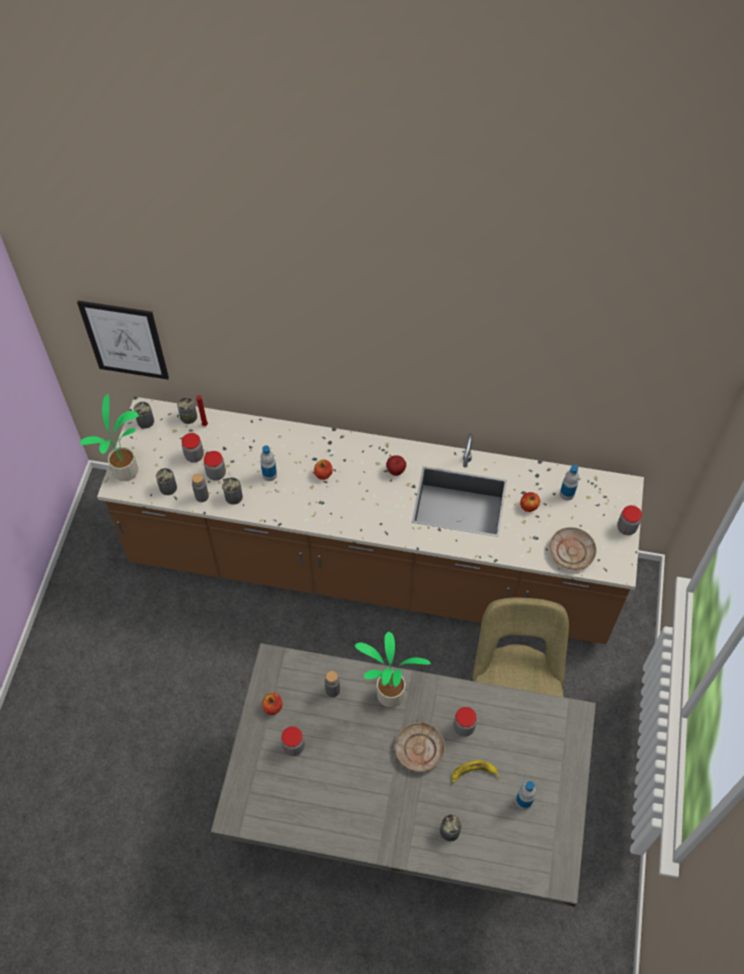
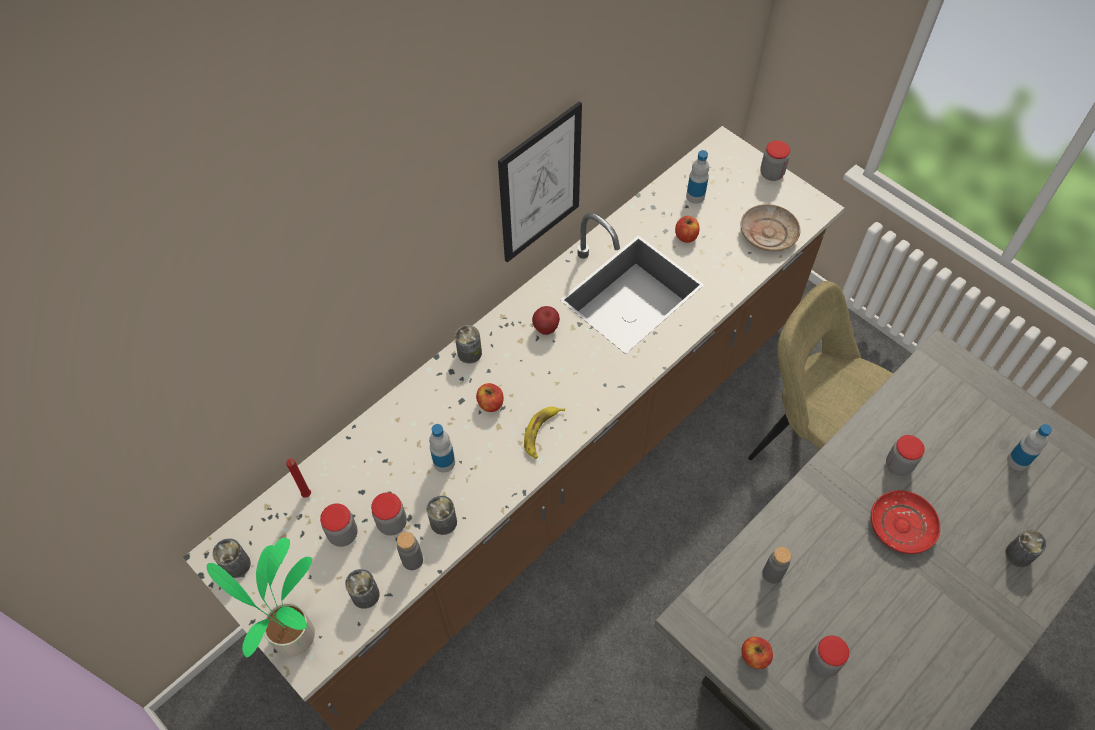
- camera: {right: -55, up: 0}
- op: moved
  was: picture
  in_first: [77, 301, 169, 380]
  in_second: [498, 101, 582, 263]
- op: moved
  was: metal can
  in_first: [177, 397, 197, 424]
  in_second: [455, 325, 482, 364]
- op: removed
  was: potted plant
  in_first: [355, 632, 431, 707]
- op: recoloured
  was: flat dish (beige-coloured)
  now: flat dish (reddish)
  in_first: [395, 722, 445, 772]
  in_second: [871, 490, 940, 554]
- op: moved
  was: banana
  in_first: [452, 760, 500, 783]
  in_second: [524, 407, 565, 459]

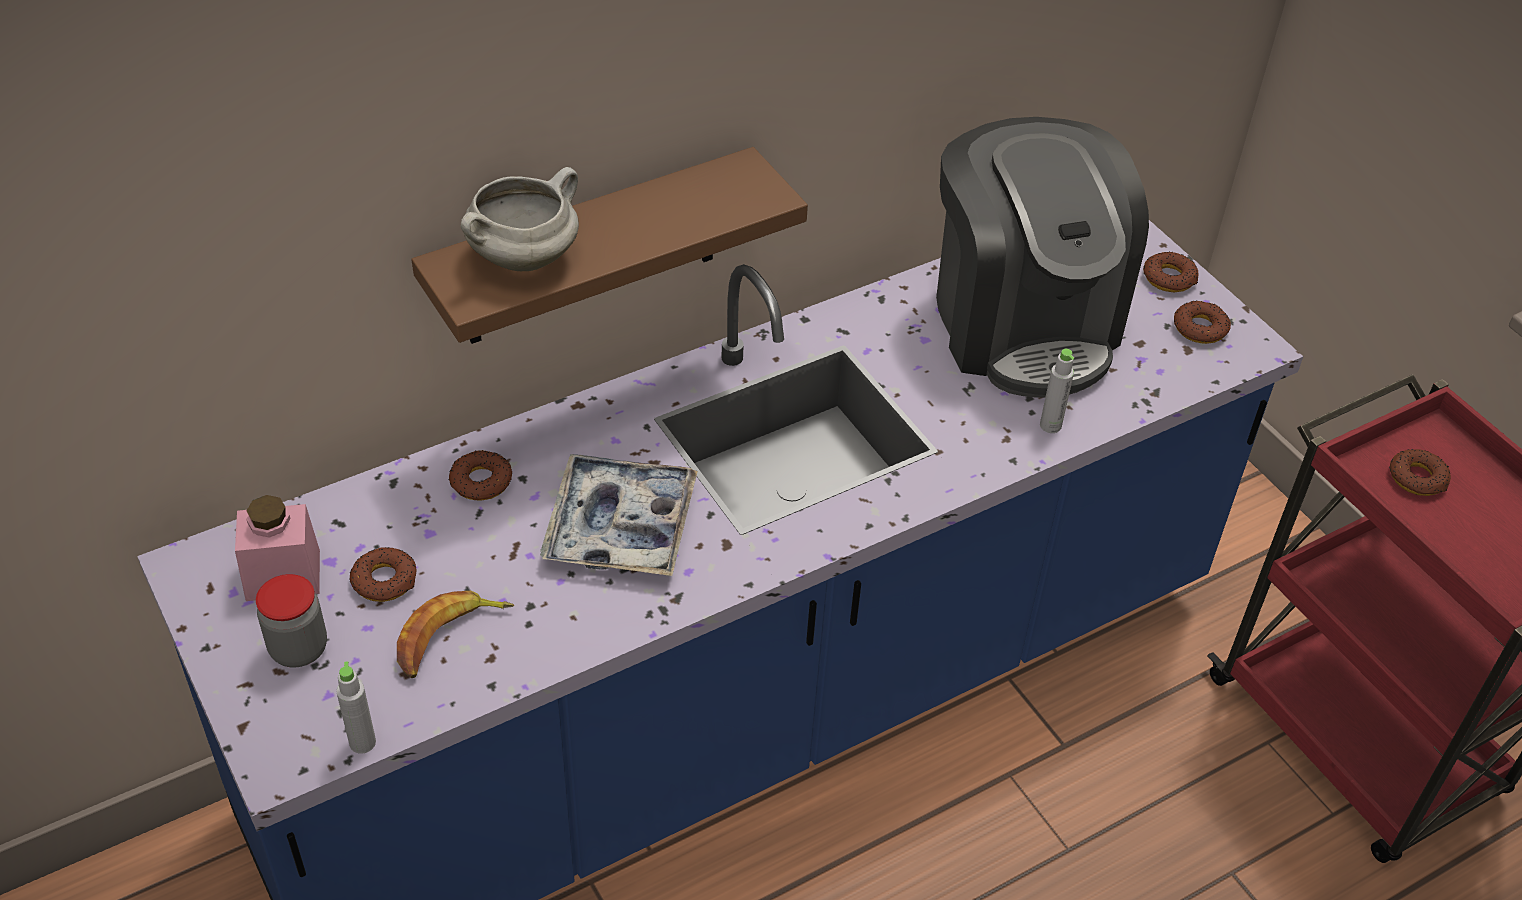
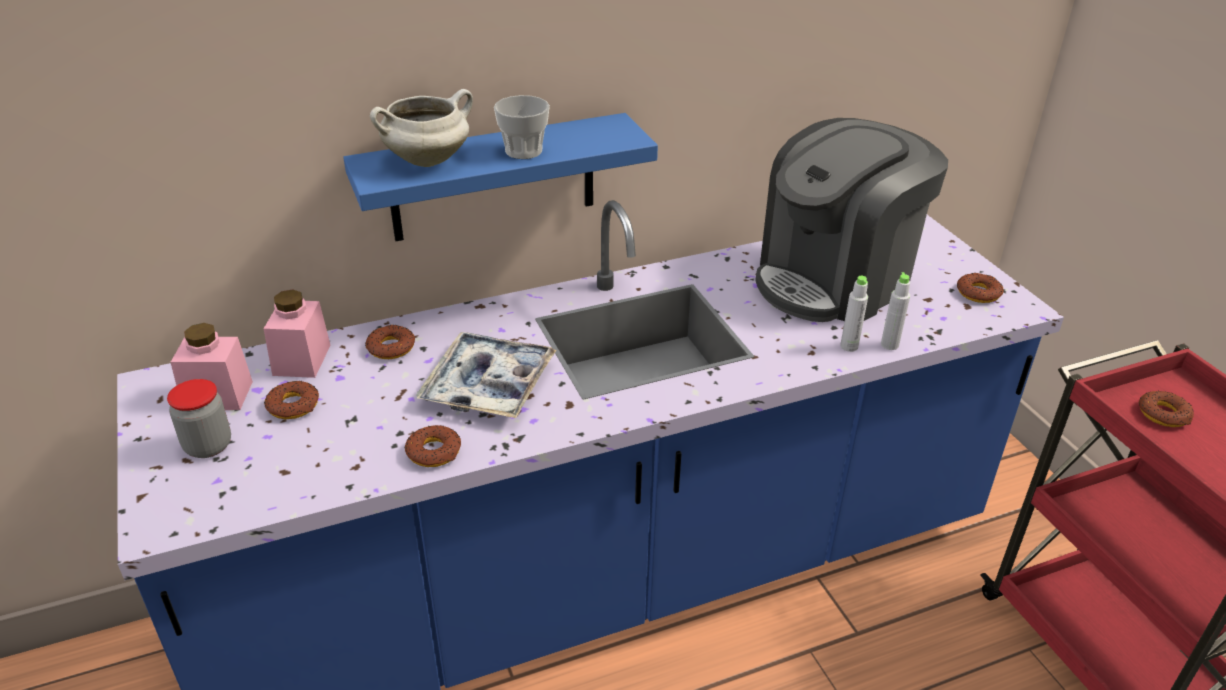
- camera: {right: 10, up: -10}
- op: moved
  was: drink bottle (greyish)
  in_first: [336, 661, 376, 754]
  in_second: [881, 272, 910, 350]
- op: removed
  was: banana
  in_first: [397, 591, 514, 678]
- op: recoloured
  was: shelf (brown-coloured)
  now: shelf (blue-coloured)
  in_first: [411, 147, 808, 344]
  in_second: [343, 113, 658, 241]
- op: turned
  was: coffee brewer
  in_first: [936, 117, 1149, 398]
  in_second: [755, 118, 948, 322]
  clockwise: 60
- op: moved
  was: donut
  in_first: [1143, 252, 1198, 292]
  in_second: [405, 425, 461, 467]
- op: added
  now: preserve jar (pink-coloured)
  in_second: [264, 289, 330, 378]
- op: added
  now: small cup
  in_second: [494, 95, 550, 159]

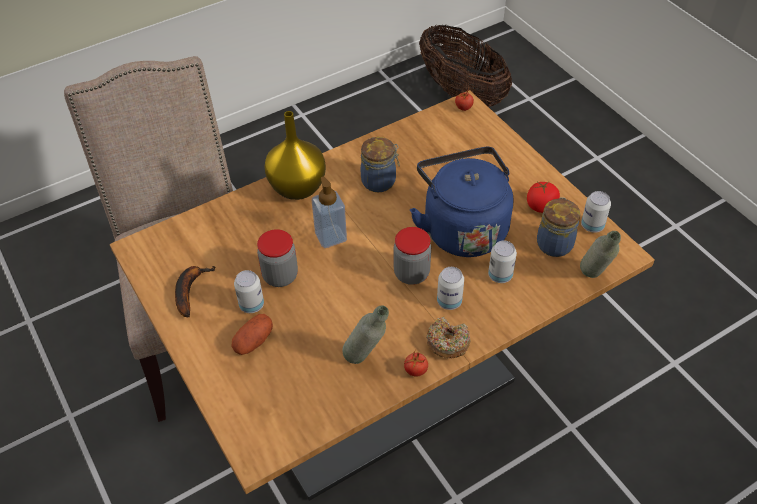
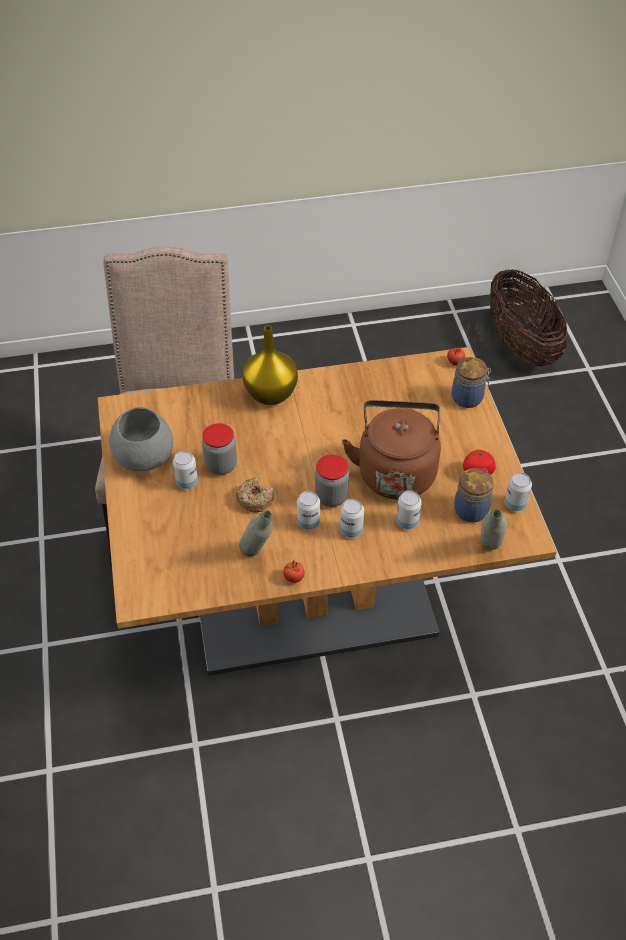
- camera: {right: 20, up: 0}
- op: replaced
  was: banana
  now: serving bowl (greyish)
  in_first: [175, 266, 216, 317]
  in_second: [109, 407, 173, 471]
- op: removed
  was: spud
  in_first: [231, 314, 273, 355]
- op: removed
  was: soap dispenser
  in_first: [312, 176, 347, 248]
- op: moved
  was: preserve jar
  in_first: [361, 137, 399, 193]
  in_second: [451, 357, 491, 408]
- op: recoloured
  was: tea kettle (blue-coloured)
  now: tea kettle (brown-coloured)
  in_first: [410, 147, 513, 257]
  in_second: [342, 400, 441, 500]
- op: moved
  was: donut
  in_first: [426, 317, 470, 358]
  in_second: [236, 477, 274, 512]
- op: added
  now: metal can
  in_second: [297, 491, 320, 530]

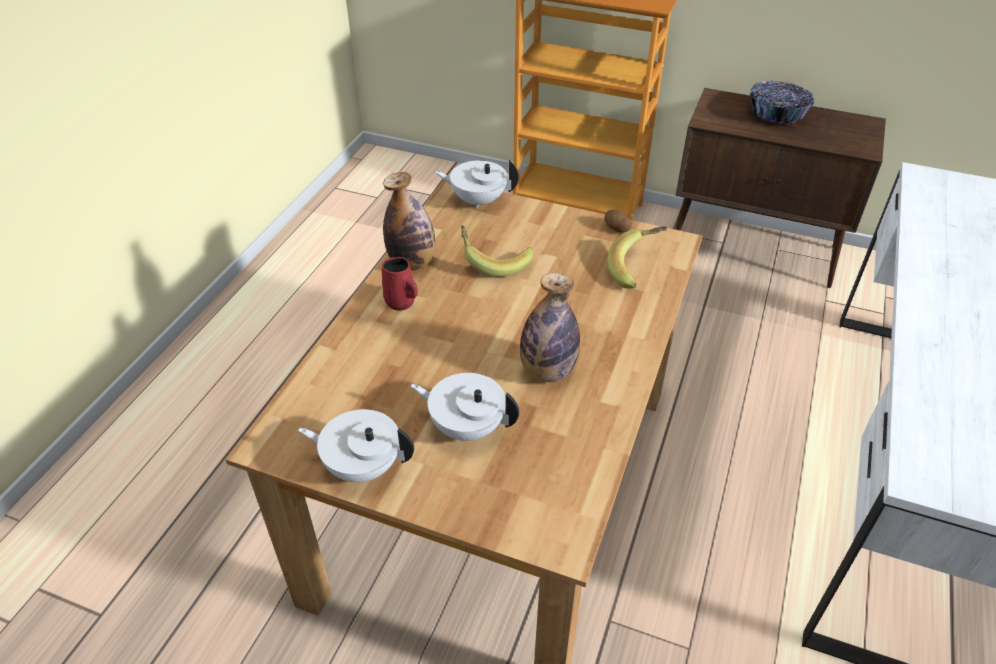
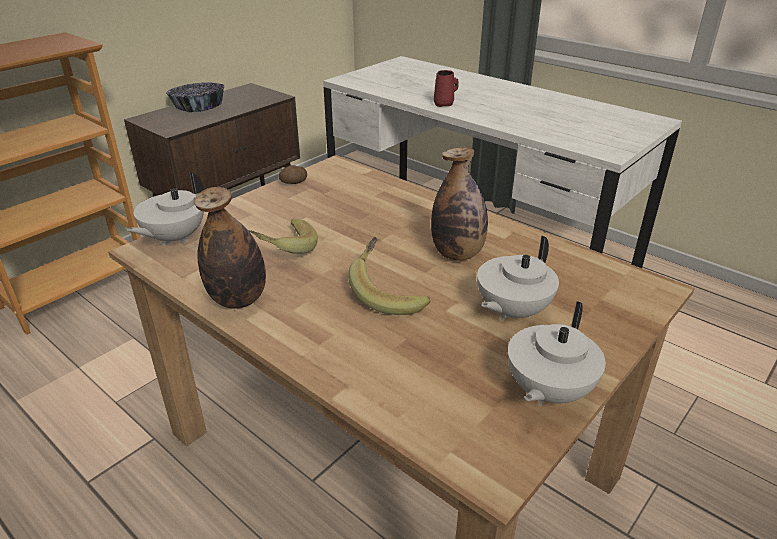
- camera: {right: -70, up: -10}
- op: moved
  was: mug (reddish)
  in_first: [382, 257, 418, 311]
  in_second: [434, 70, 459, 107]
- op: moved
  was: banana
  in_first: [607, 226, 667, 289]
  in_second: [348, 237, 430, 315]

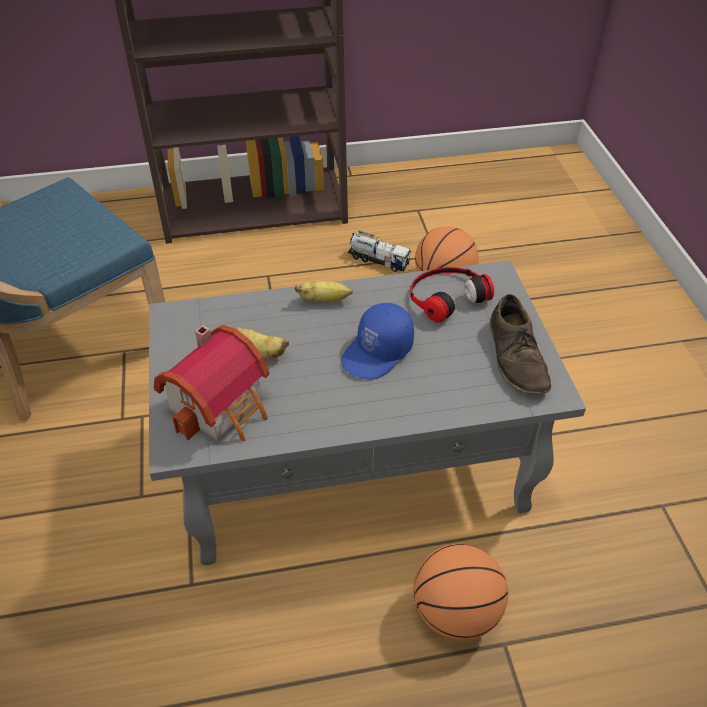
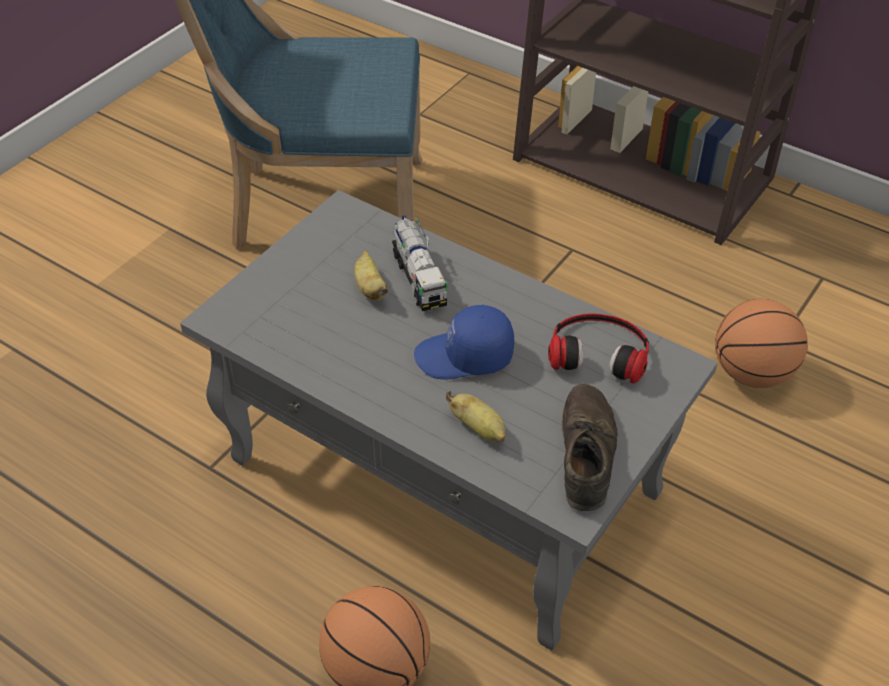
- camera: {right: 45, up: 0}
- op: removed
  was: model house
  in_first: [154, 325, 269, 442]
- op: moved
  was: banana
  in_first: [295, 281, 353, 302]
  in_second: [446, 391, 506, 442]
- op: moved
  was: model truck
  in_first: [348, 230, 411, 272]
  in_second: [392, 215, 448, 311]
- op: turned
  was: shoe (brown-coloured)
  in_first: [490, 294, 551, 395]
  in_second: [561, 384, 617, 511]
  clockwise: 150

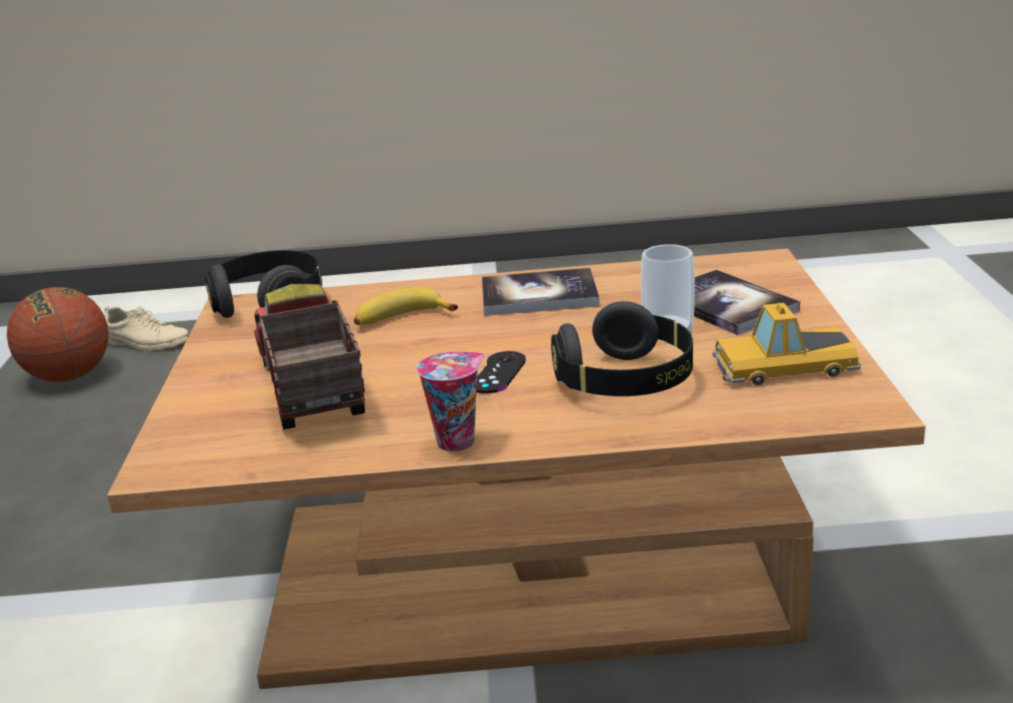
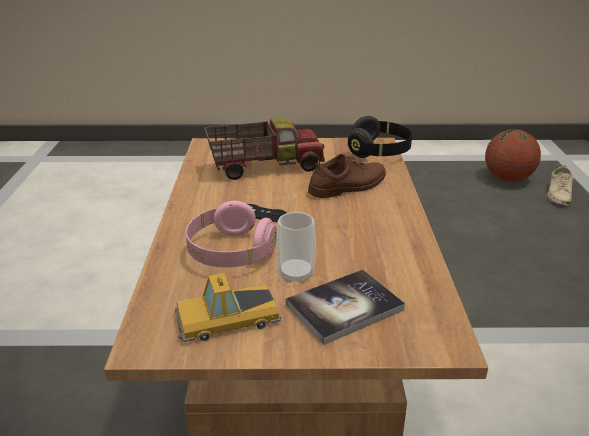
- camera: {right: 90, up: 5}
- op: replaced
  was: banana
  now: shoe (brown-coloured)
  in_first: [354, 288, 458, 325]
  in_second: [308, 154, 386, 198]
- op: removed
  was: small cup
  in_first: [417, 351, 484, 452]
- op: removed
  was: volume
  in_first: [482, 268, 600, 316]
- op: recoloured
  was: headset (blackish)
  now: headset (pink-coloured)
  in_first: [551, 301, 693, 396]
  in_second: [186, 201, 277, 268]
- op: turned
  was: miniature car
  in_first: [713, 303, 861, 386]
  in_second: [175, 273, 281, 342]
  clockwise: -105

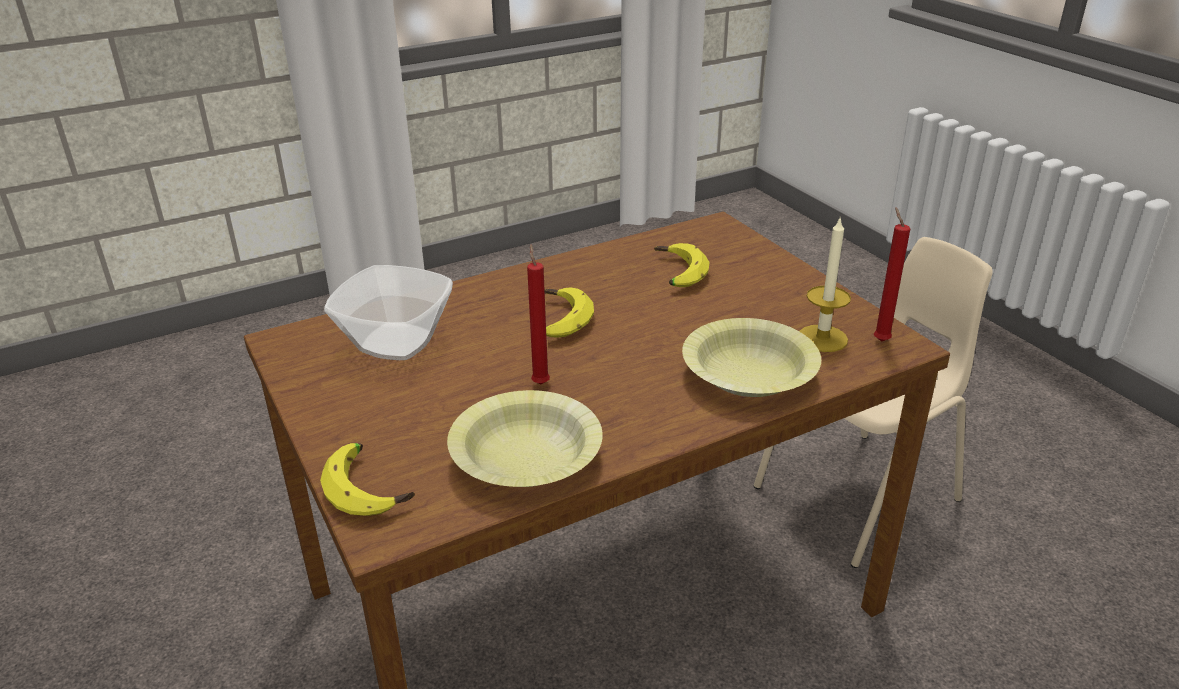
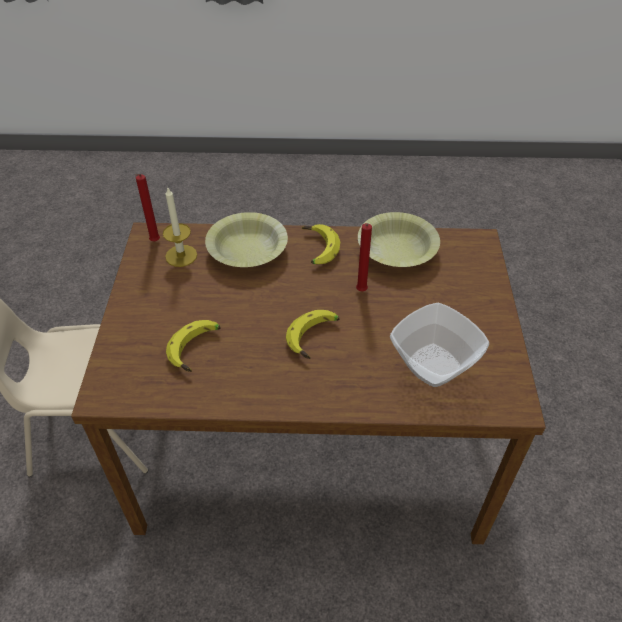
- camera: {right: -150, up: 15}
- op: moved
  was: banana
  in_first: [320, 443, 415, 516]
  in_second: [302, 224, 340, 265]

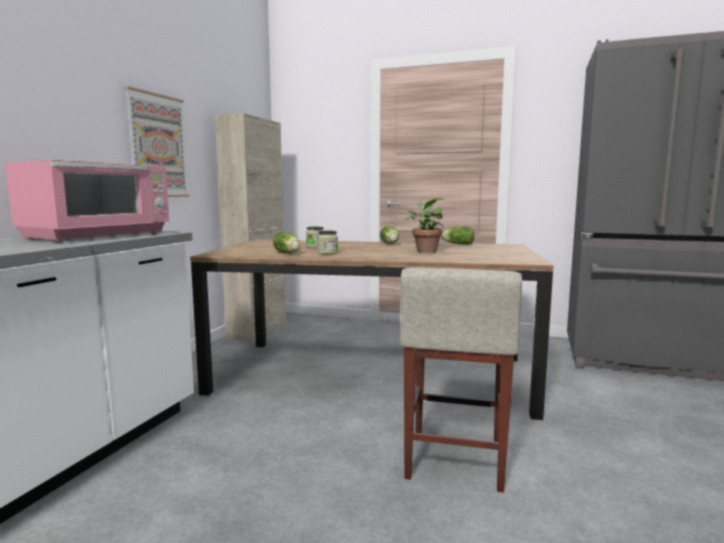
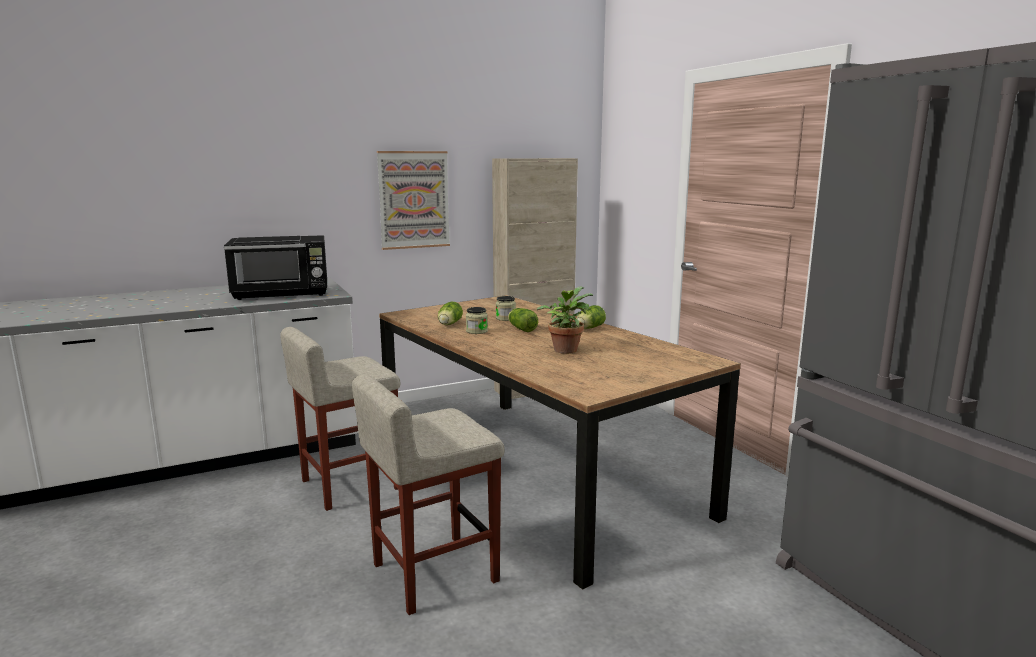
- camera: {right: 45, up: 5}
- op: recoloured
  was: microwave (pink-coloured)
  now: microwave (blackish)
  in_first: [5, 160, 169, 242]
  in_second: [224, 235, 327, 300]
- op: moved
  was: head of lettuce
  in_first: [441, 227, 474, 245]
  in_second: [508, 308, 538, 332]
- op: added
  now: sitting stool (beige-coloured)
  in_second: [280, 327, 400, 511]

